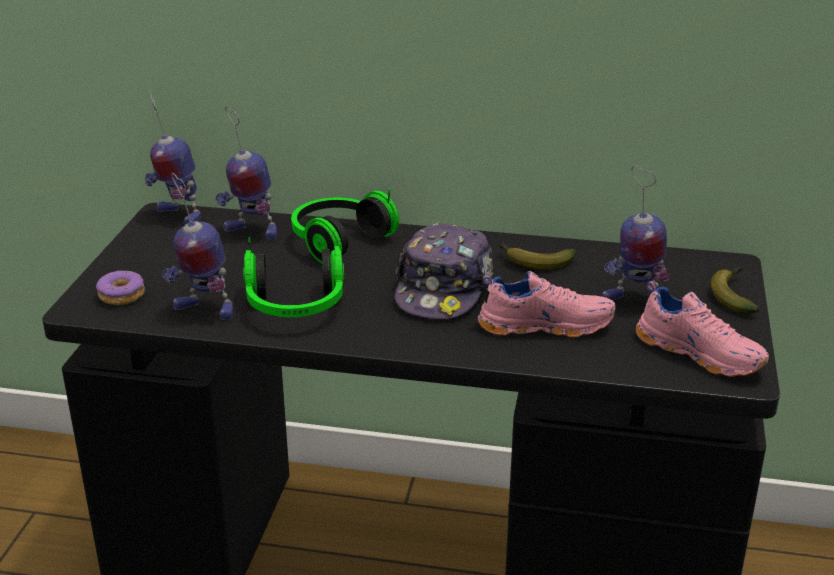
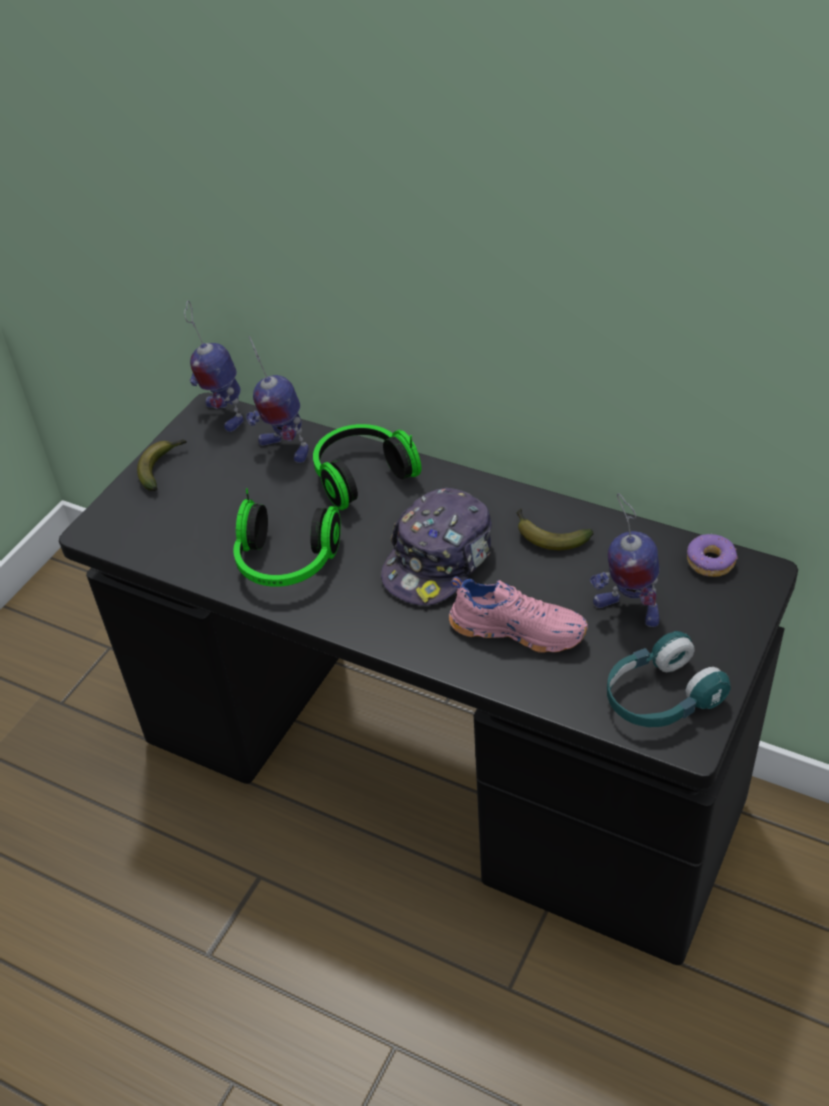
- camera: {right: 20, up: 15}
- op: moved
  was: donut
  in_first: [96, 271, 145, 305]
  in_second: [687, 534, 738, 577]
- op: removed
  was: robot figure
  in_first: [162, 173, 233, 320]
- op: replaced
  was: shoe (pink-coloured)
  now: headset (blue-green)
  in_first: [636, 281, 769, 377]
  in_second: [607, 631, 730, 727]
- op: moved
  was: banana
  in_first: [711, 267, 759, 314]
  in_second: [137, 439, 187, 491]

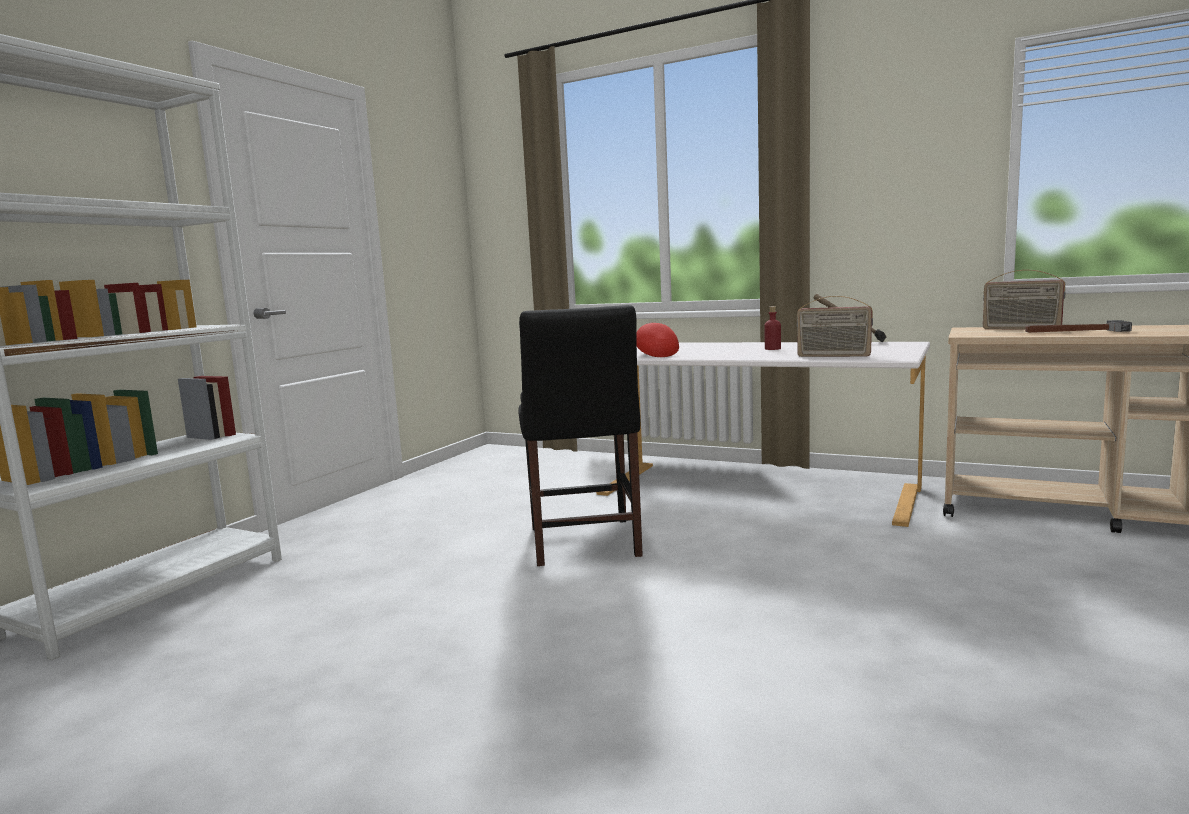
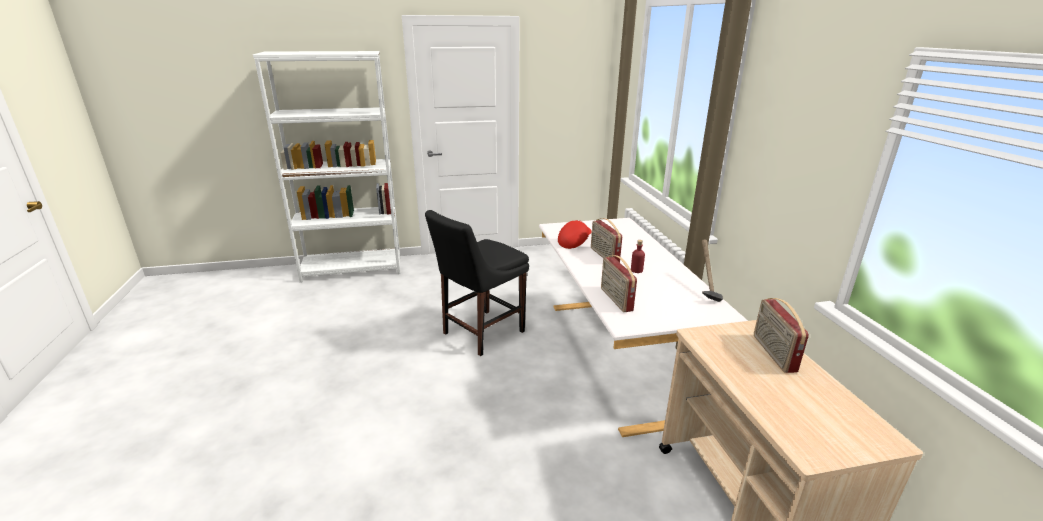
- camera: {right: 50, up: 15}
- op: removed
  was: hammer
  in_first: [1025, 320, 1132, 333]
- op: added
  now: radio
  in_second: [591, 218, 622, 262]

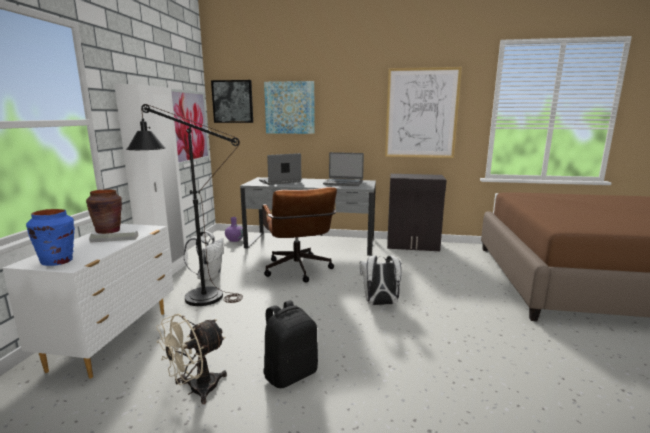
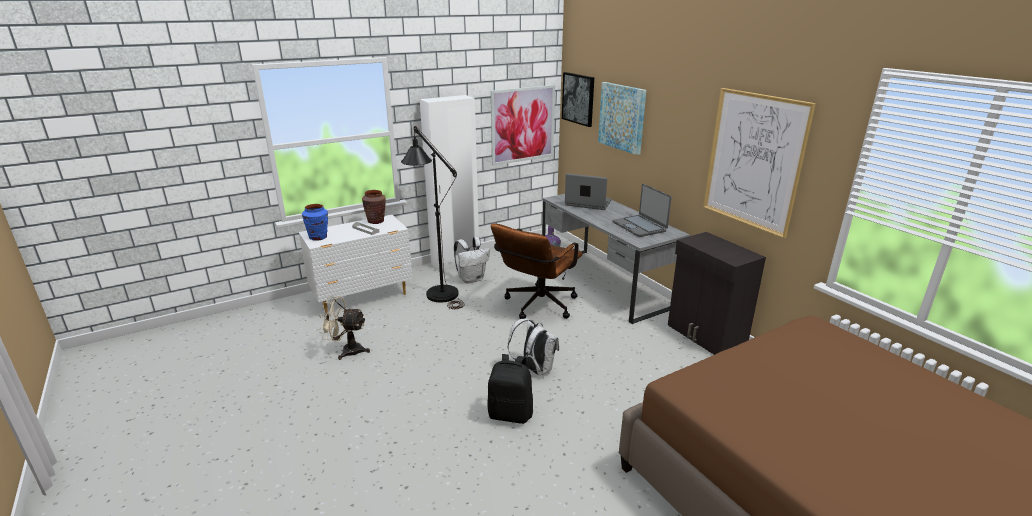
- camera: {right: 50, up: 10}
- op: moved
  was: rucksack (blackish)
  in_first: [263, 300, 318, 388]
  in_second: [487, 354, 533, 424]

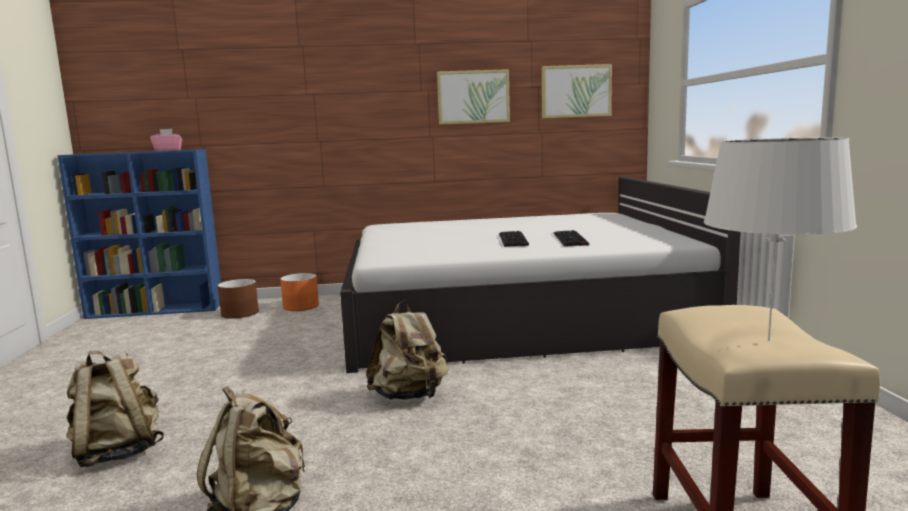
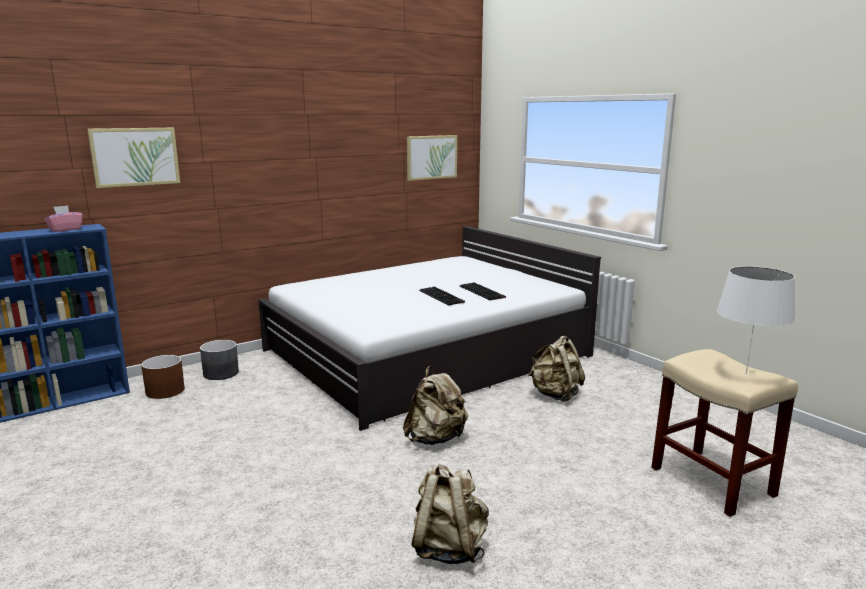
- camera: {right: -30, up: 5}
- op: moved
  was: rucksack (beige-coloured)
  in_first: [66, 351, 164, 467]
  in_second: [528, 336, 585, 402]
- op: recoloured
  was: planter (orange)
  now: planter (greyish)
  in_first: [280, 273, 319, 311]
  in_second: [200, 340, 239, 380]
- op: moved
  was: picture
  in_first: [437, 69, 510, 125]
  in_second: [87, 128, 180, 188]

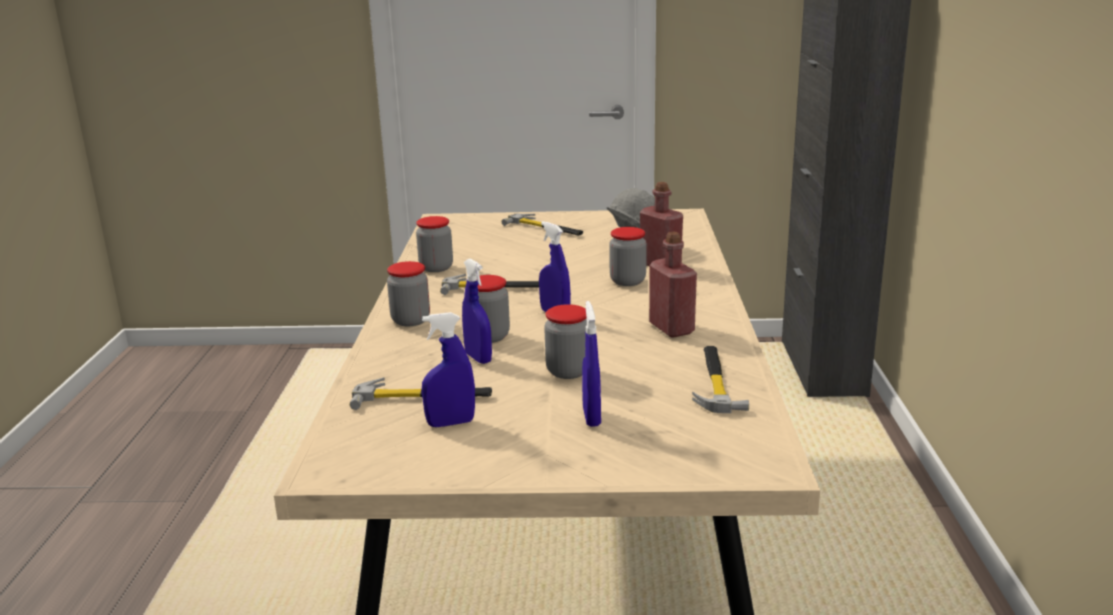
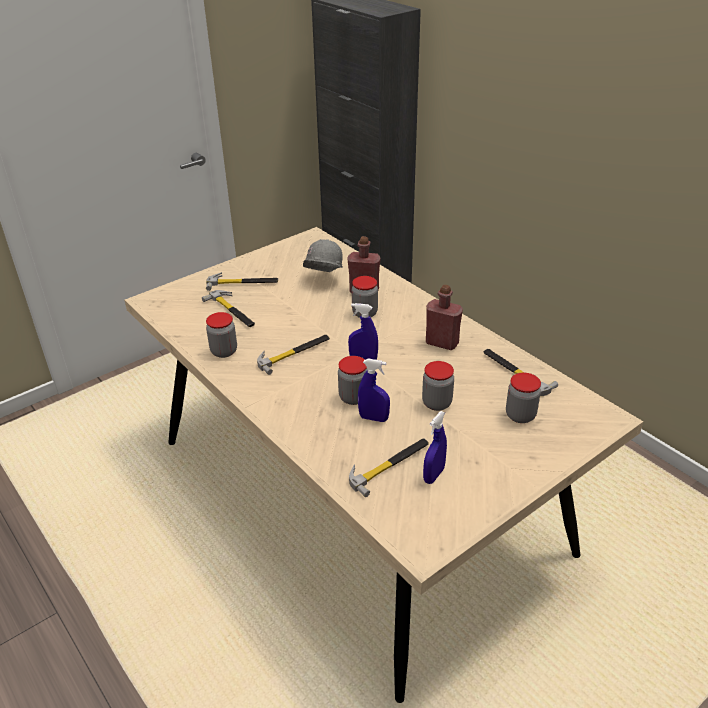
- camera: {right: -40, up: 15}
- op: moved
  was: preserve jar
  in_first: [387, 261, 430, 326]
  in_second: [506, 373, 541, 423]
- op: removed
  was: sprayer (blue-coloured)
  in_first: [582, 301, 601, 427]
- op: added
  now: hammer
  in_second: [202, 290, 255, 327]

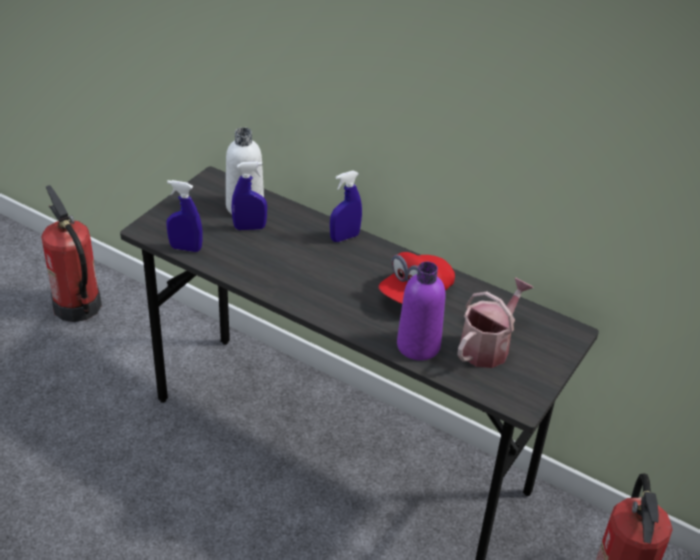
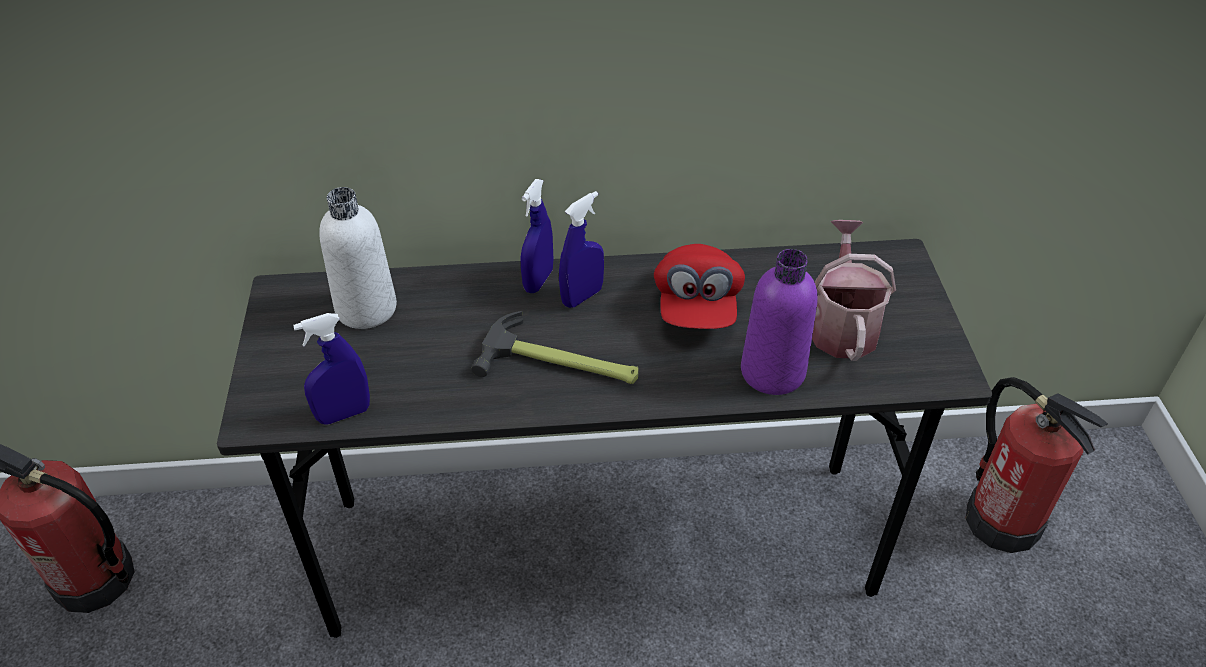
- camera: {right: -35, up: 5}
- op: moved
  was: sprayer (blue-coloured)
  in_first: [232, 162, 267, 230]
  in_second: [559, 191, 604, 308]
- op: added
  now: hammer
  in_second: [471, 311, 638, 384]

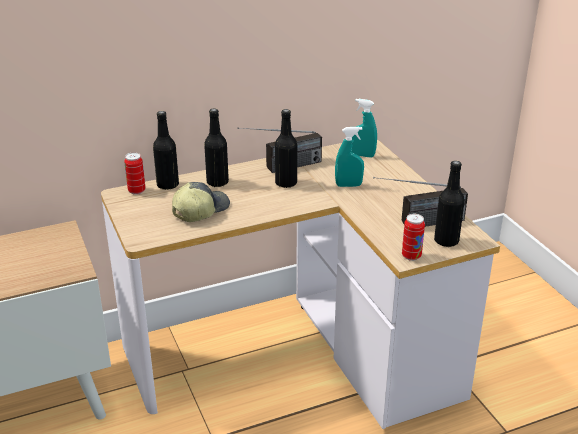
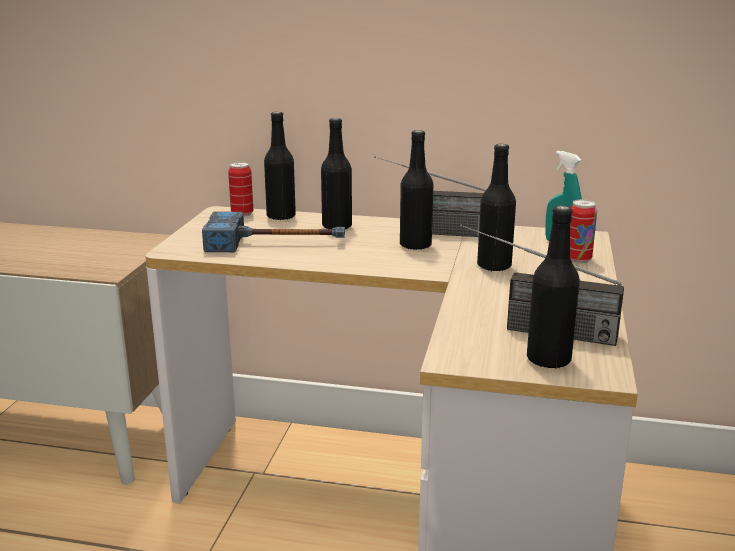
- camera: {right: 35, up: -10}
- op: replaced
  was: baseball cap
  now: hammer
  in_first: [172, 182, 230, 222]
  in_second: [202, 212, 345, 252]
- op: replaced
  was: sprayer (blue-green)
  now: drink bottle (blackish)
  in_first: [335, 127, 364, 187]
  in_second: [477, 144, 516, 271]
- op: moved
  was: metal can
  in_first: [402, 214, 425, 261]
  in_second: [570, 199, 597, 263]

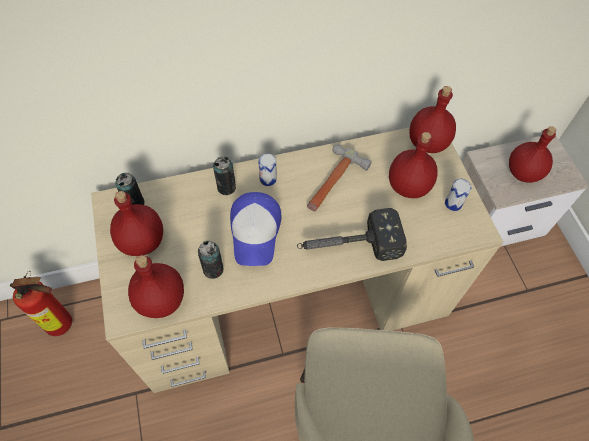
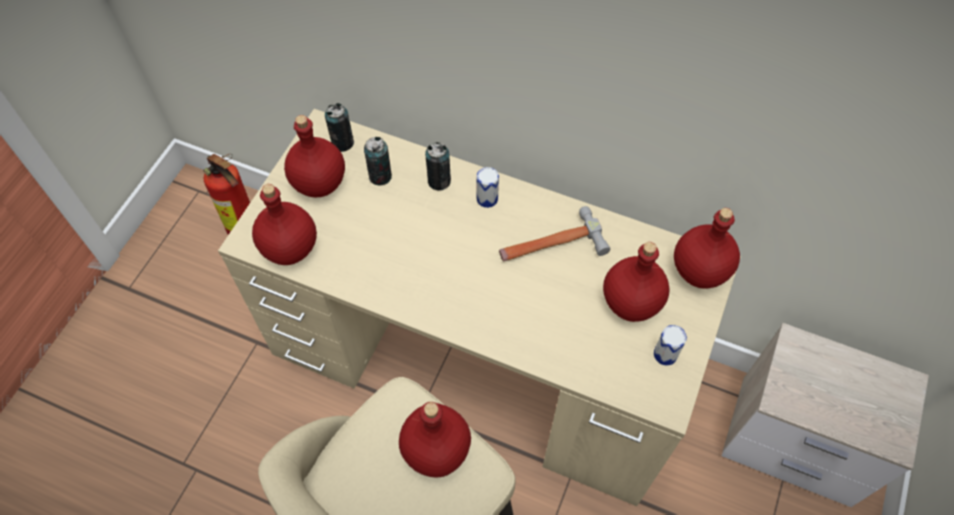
- camera: {right: 40, up: 0}
- op: moved
  was: metal can
  in_first: [198, 241, 223, 279]
  in_second: [364, 137, 392, 186]
- op: removed
  was: baseball cap
  in_first: [230, 192, 281, 266]
- op: removed
  was: hammer
  in_first: [297, 208, 407, 261]
- op: moved
  was: drink bottle (reddish)
  in_first: [509, 126, 556, 183]
  in_second: [399, 402, 471, 478]

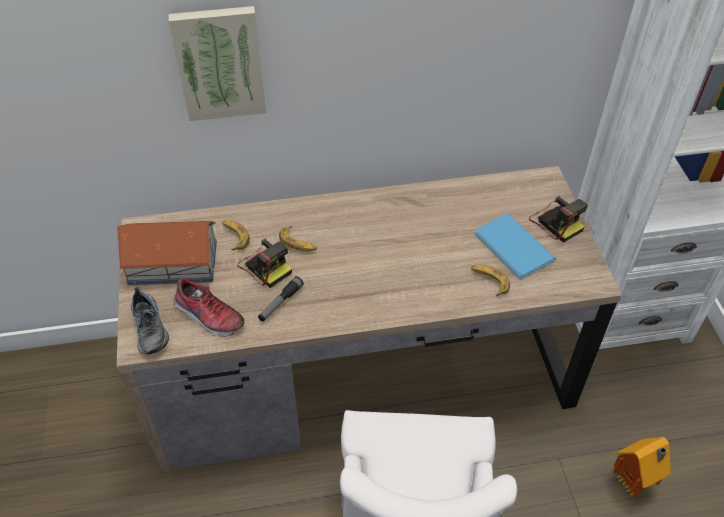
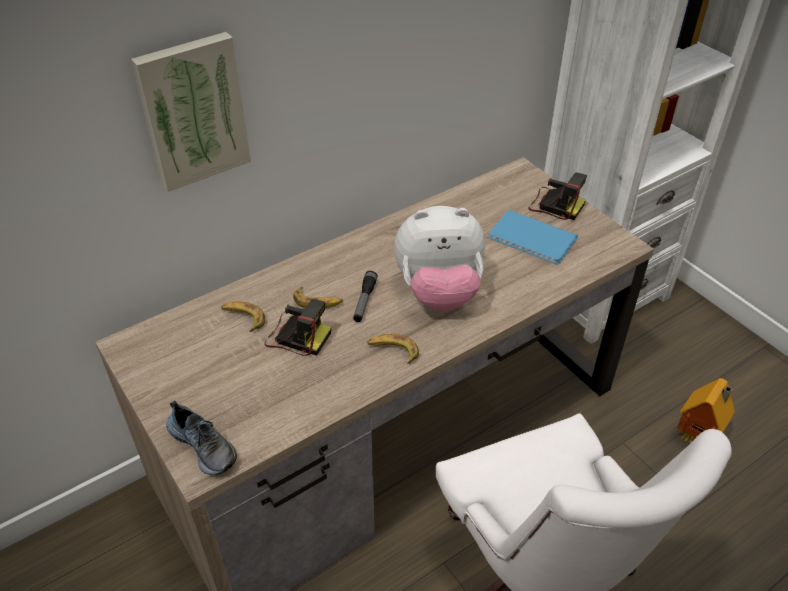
- camera: {right: -25, up: -5}
- op: removed
  was: model house
  in_first: [117, 221, 217, 285]
- op: removed
  was: shoe
  in_first: [174, 278, 244, 337]
- op: moved
  was: torch
  in_first: [258, 276, 304, 321]
  in_second: [353, 271, 378, 322]
- op: moved
  was: banana
  in_first: [471, 265, 510, 296]
  in_second: [367, 334, 419, 364]
- op: added
  now: plush toy
  in_second: [394, 206, 485, 311]

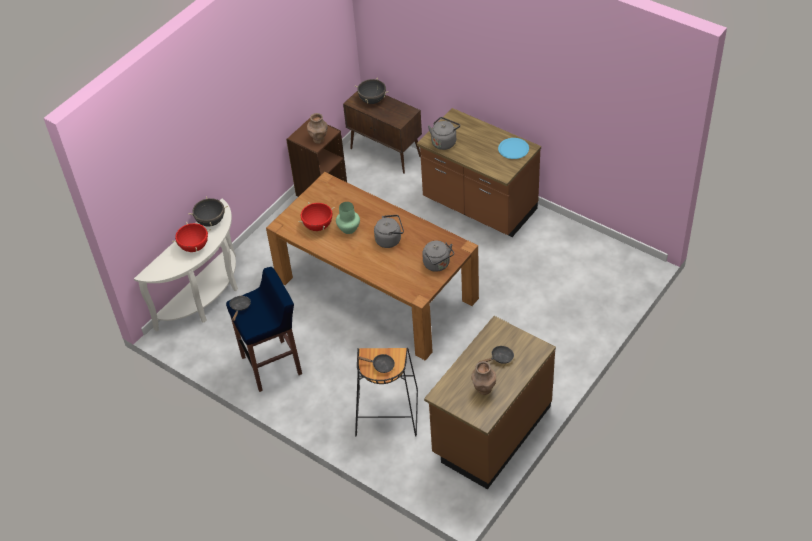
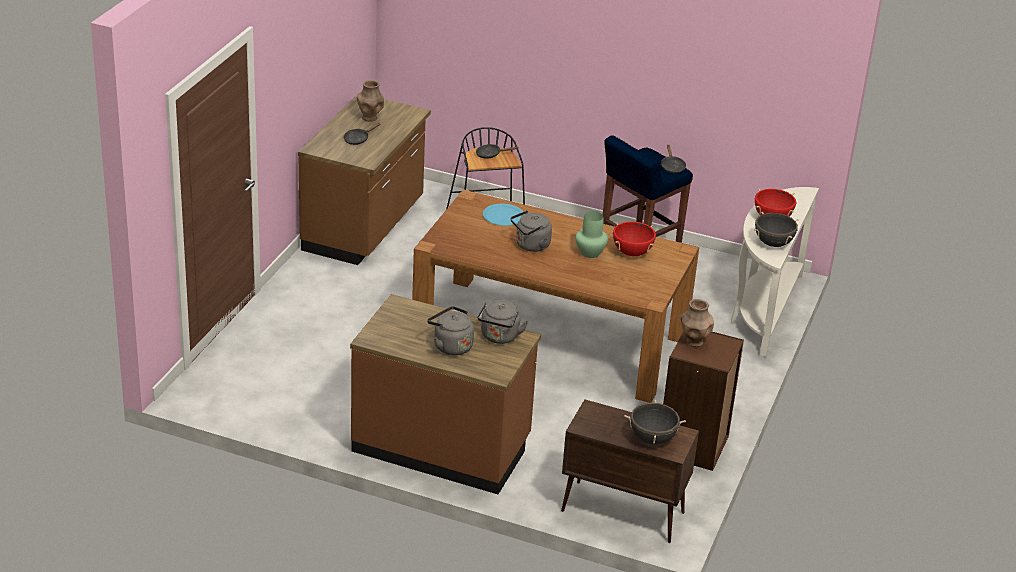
- camera: {right: 160, up: -15}
- op: moved
  was: tea kettle (greyish)
  in_first: [422, 241, 454, 272]
  in_second: [427, 306, 474, 356]
- op: moved
  was: flat dish (blue-coloured)
  in_first: [498, 138, 529, 159]
  in_second: [483, 204, 523, 226]

